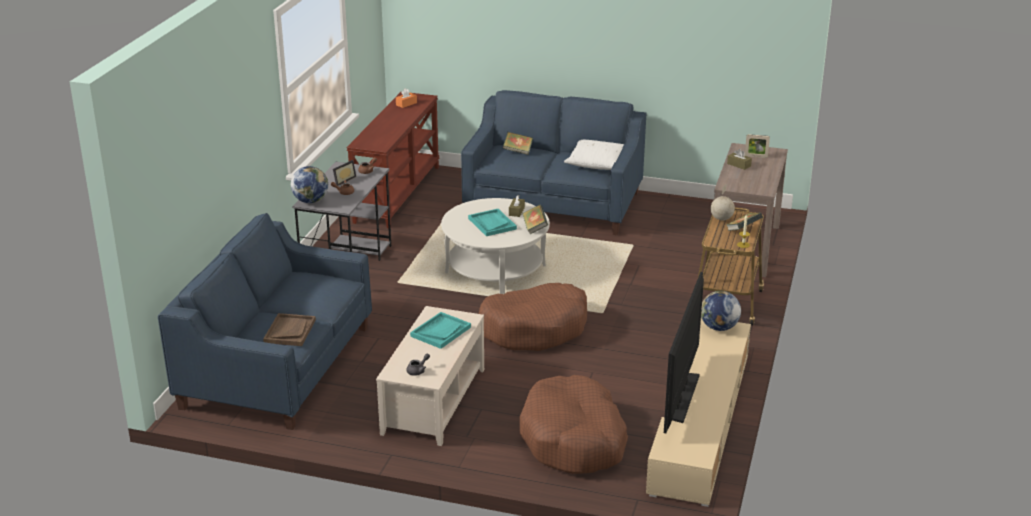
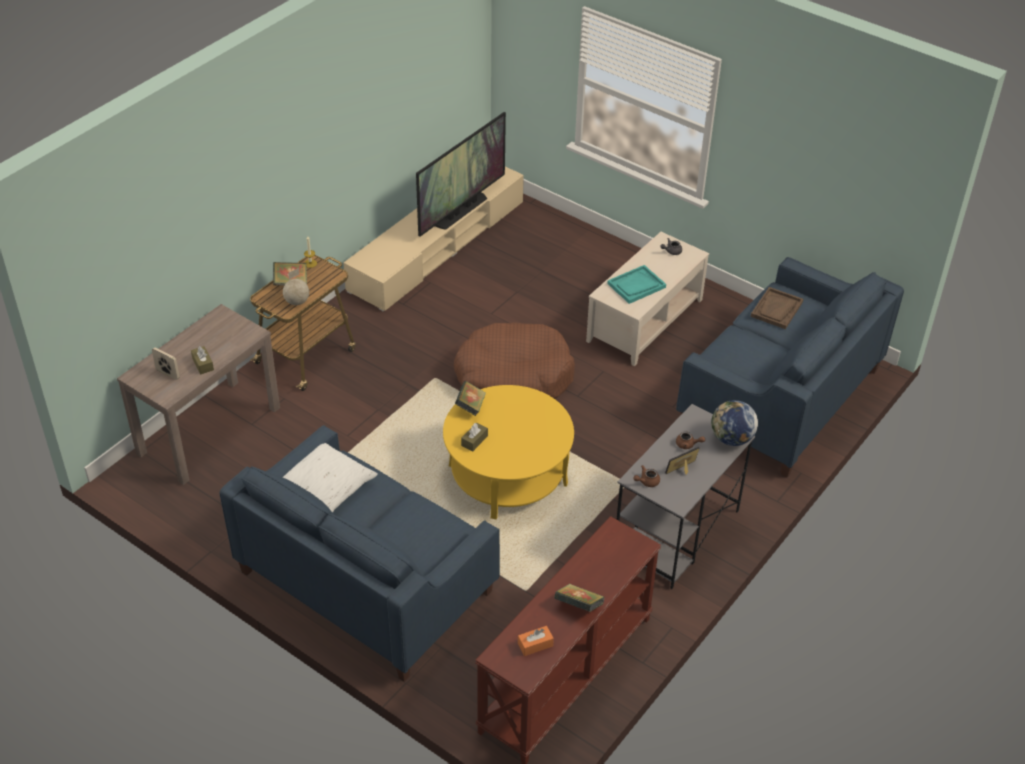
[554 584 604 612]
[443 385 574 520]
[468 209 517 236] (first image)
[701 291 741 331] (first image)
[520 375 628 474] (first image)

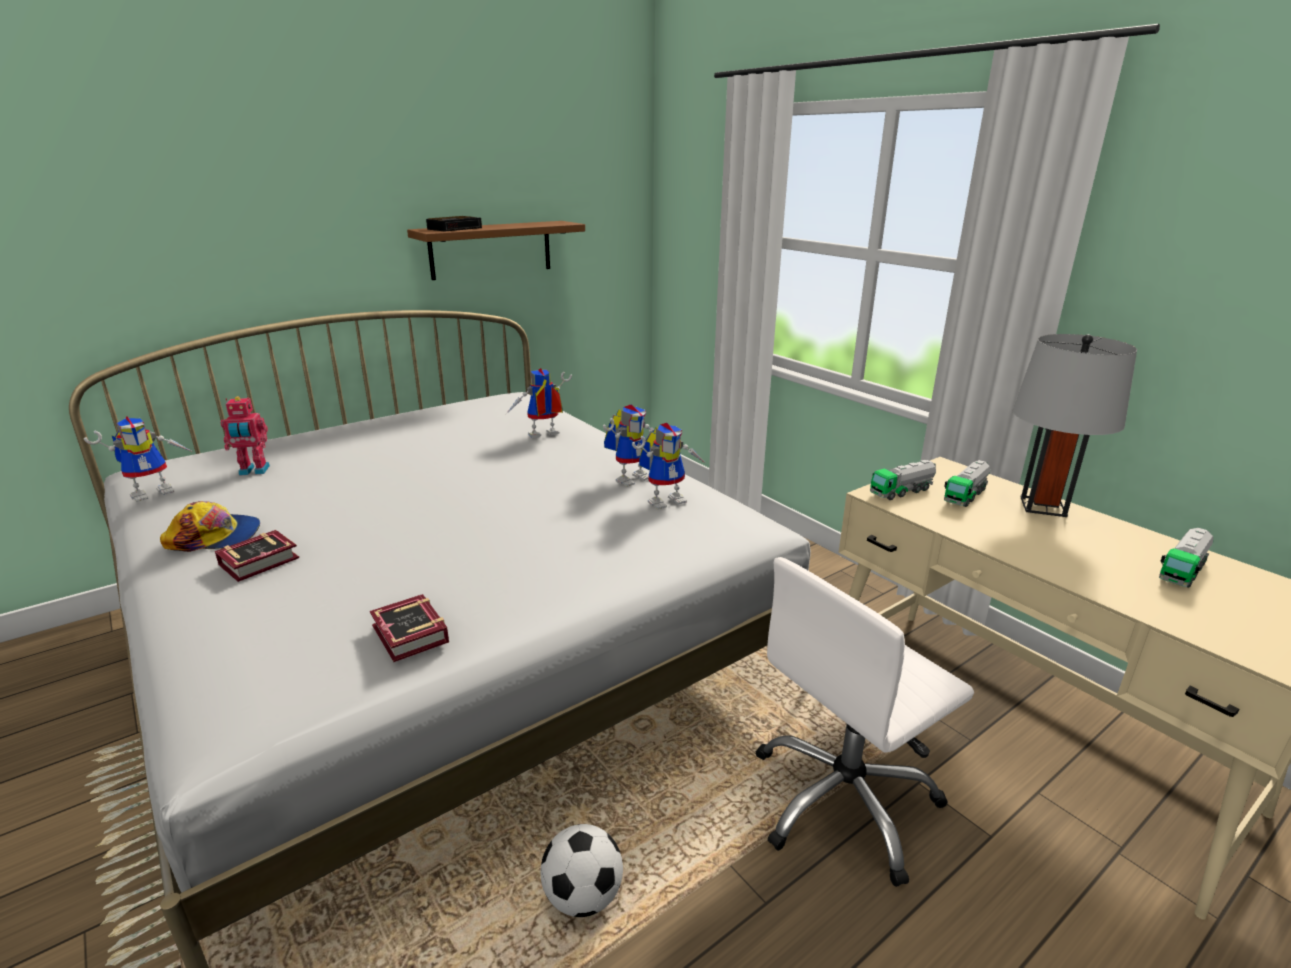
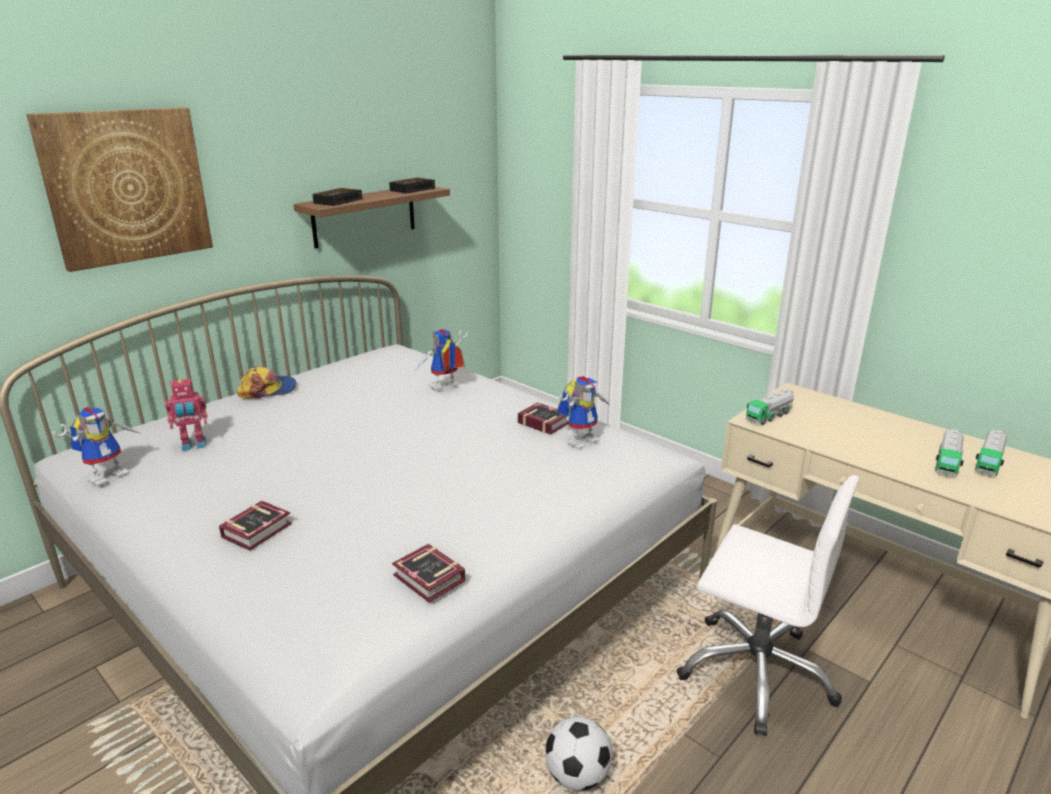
[1012 334 1137 517] (first image)
[518 403 569 435]
[935 429 964 476]
[237 366 296 399]
[676 475 859 736]
[26 108 213 272]
[389 178 435 194]

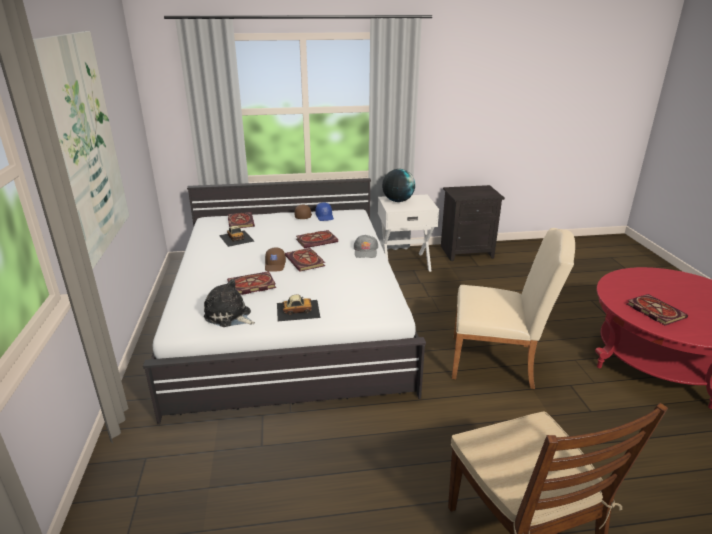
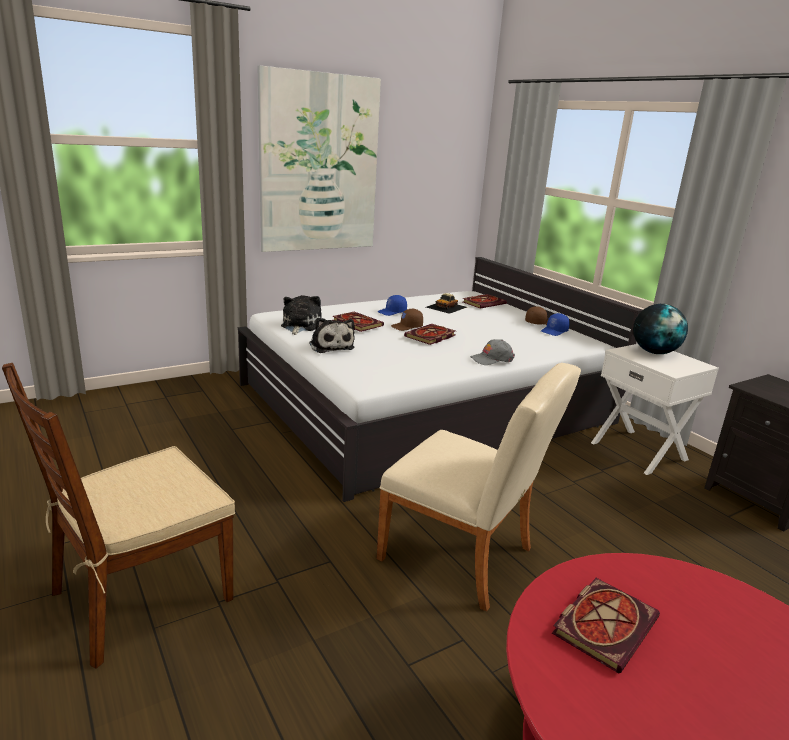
[377 363 581 612]
[296 230 338 248] (first image)
[309 318 355 353]
[377 295 407 316]

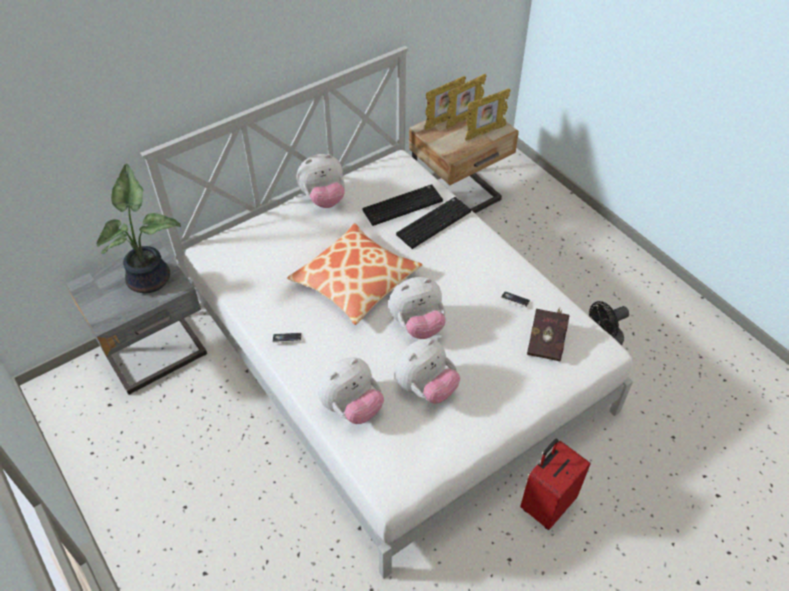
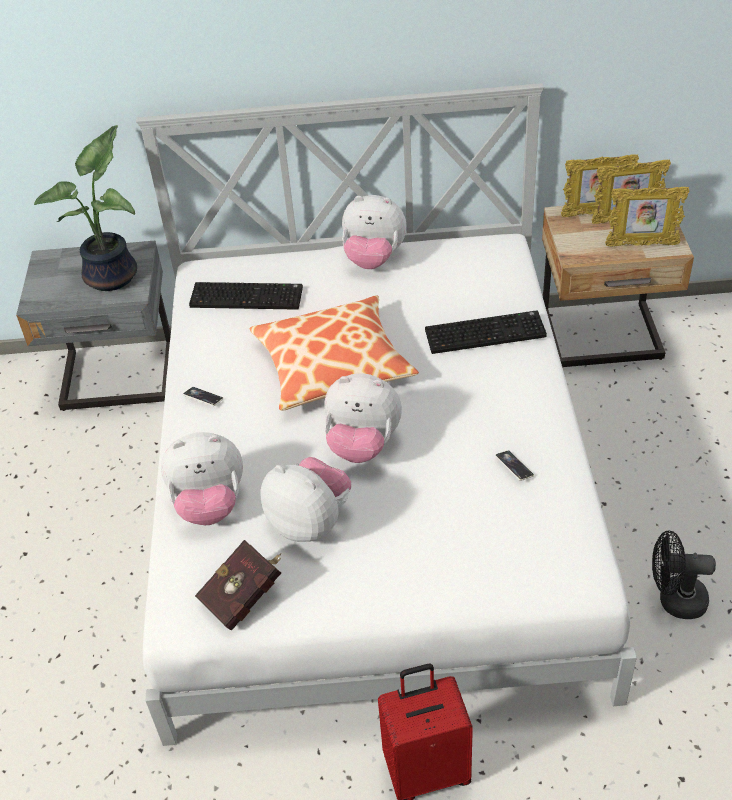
[189 282 303 310]
[195 540 281 631]
[261 457 351 542]

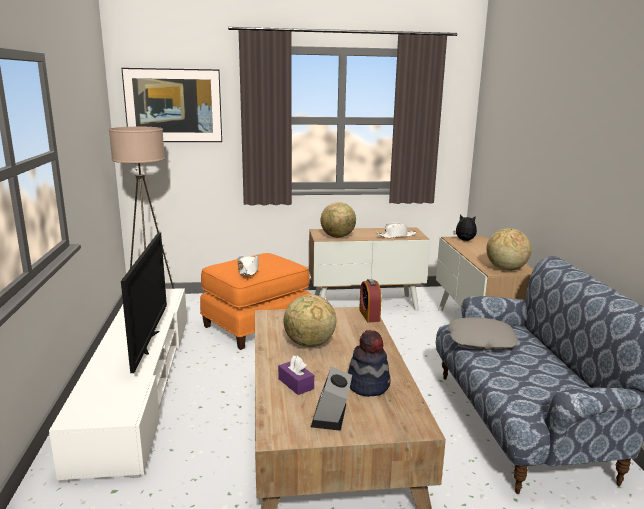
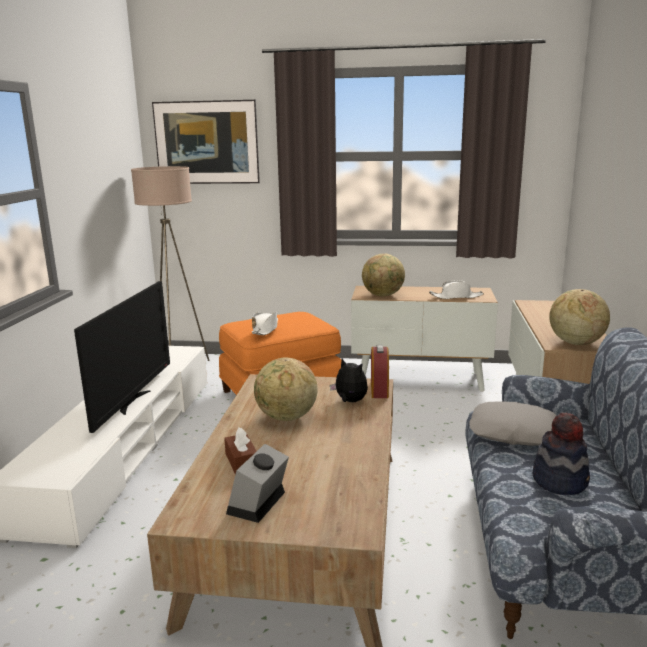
[330 359 368 402]
[533 412 590 495]
[224 427 257 475]

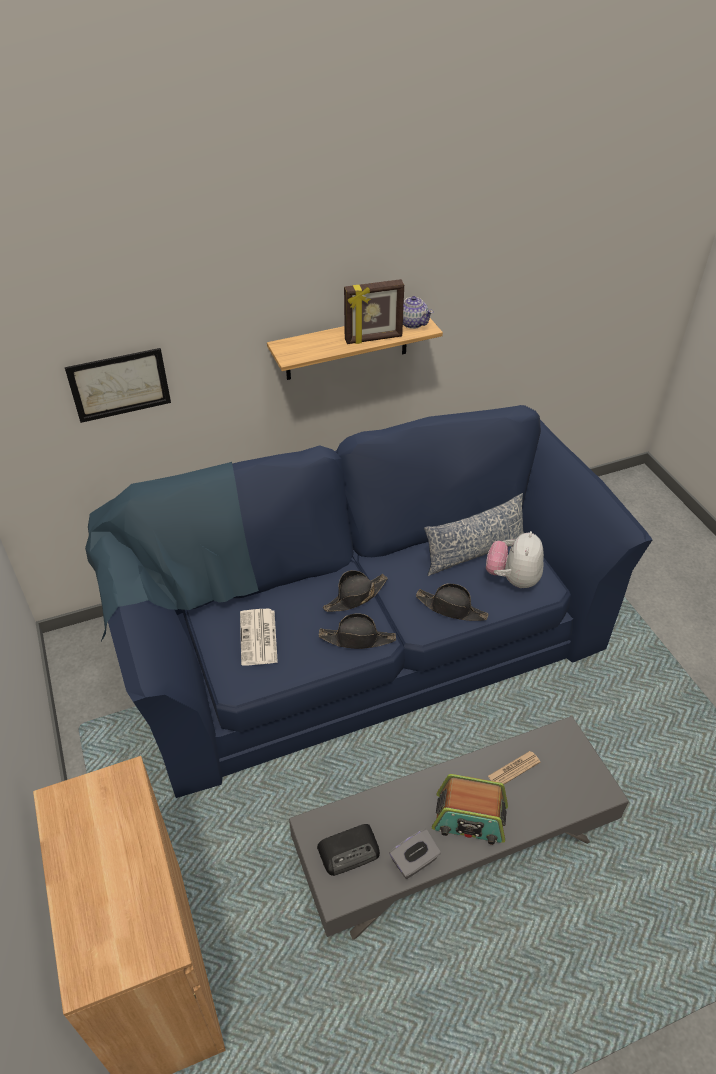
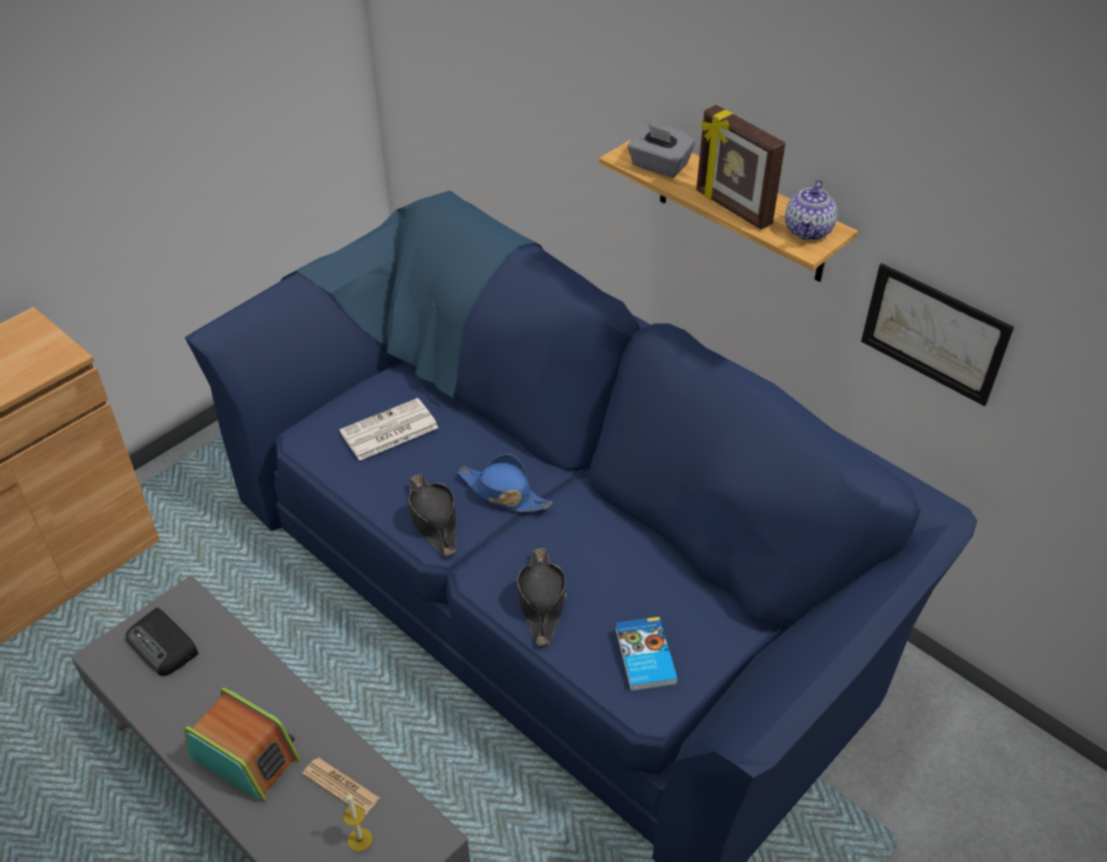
[861 263 1014 406]
[424 493 524 576] (first image)
[615 617 678 691]
[458 454 552 512]
[184 688 301 802]
[627 123 695 178]
[343 794 373 852]

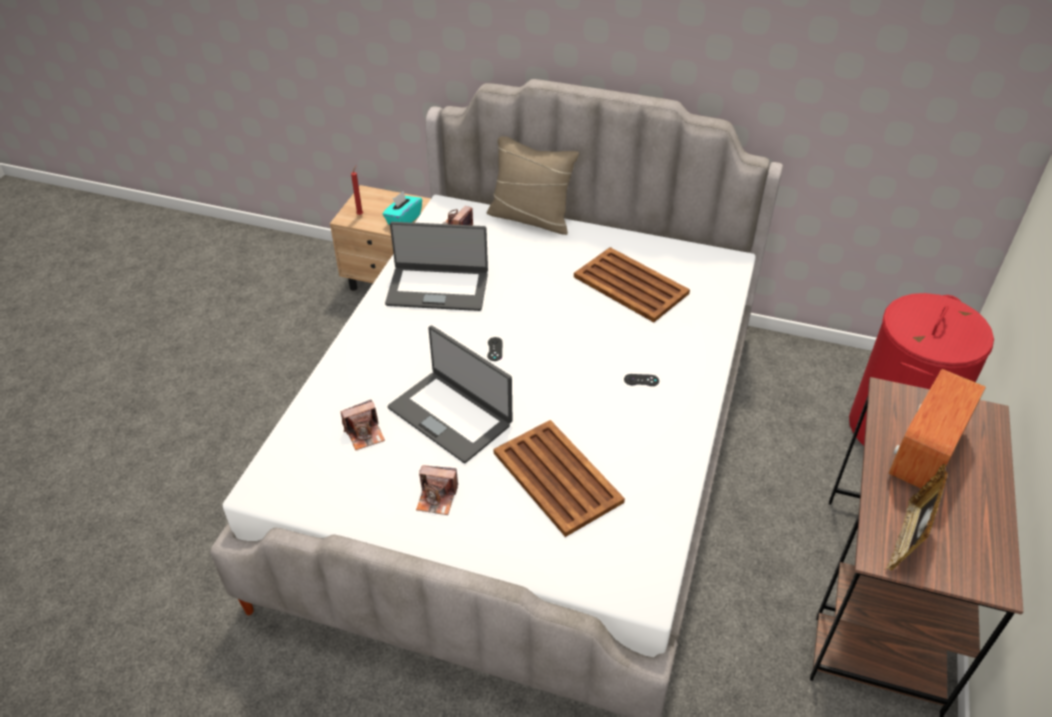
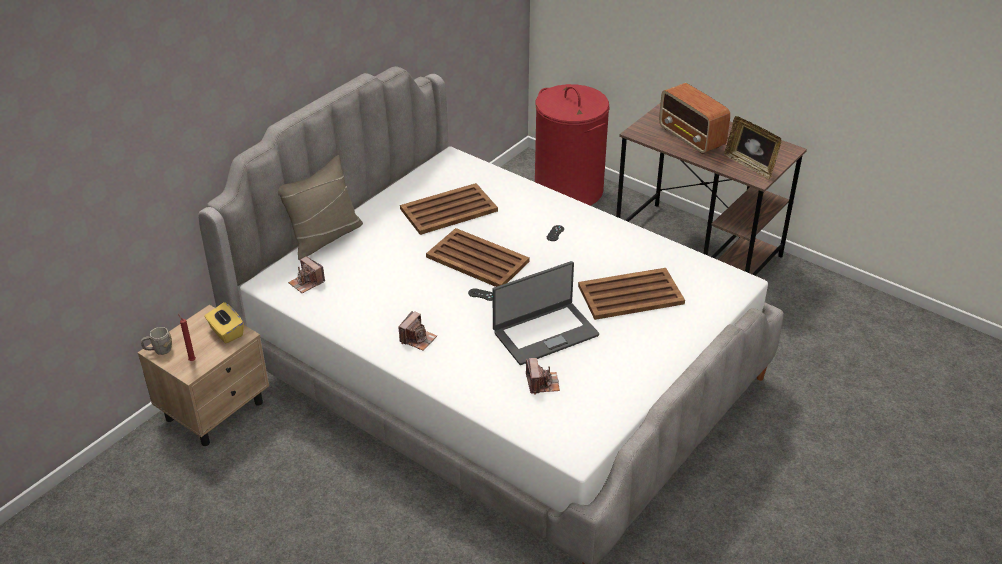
[205 302 244 344]
[385 222 488 311] (first image)
[398 311 437 351]
[426 228 530 287]
[141 327 172 355]

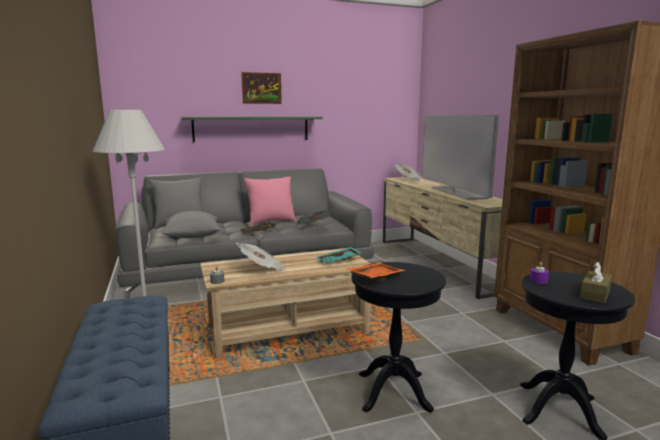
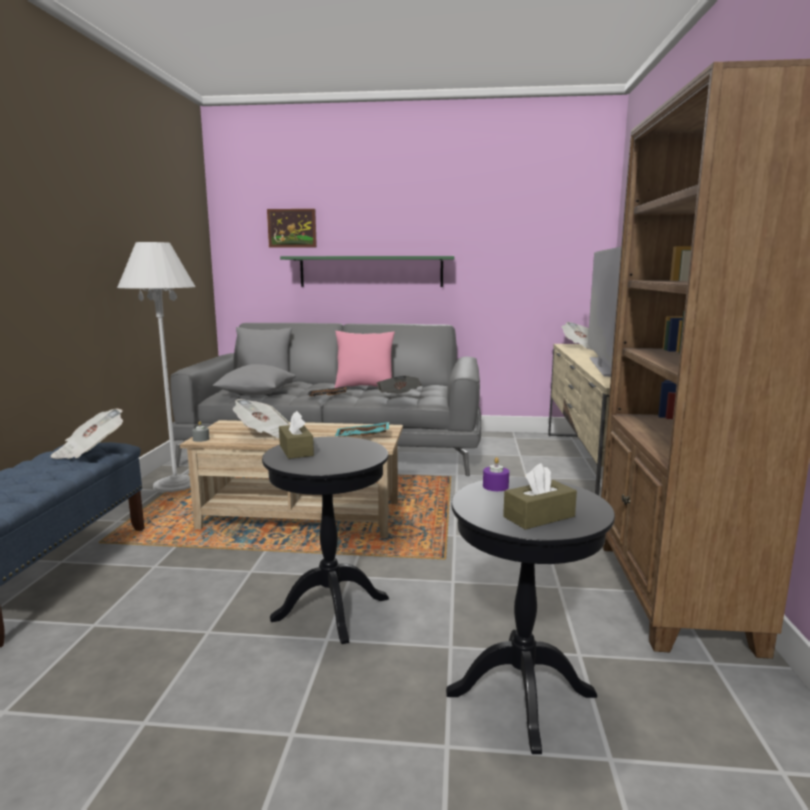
[267 209 317 248]
[279 411 314 459]
[51 409 123 459]

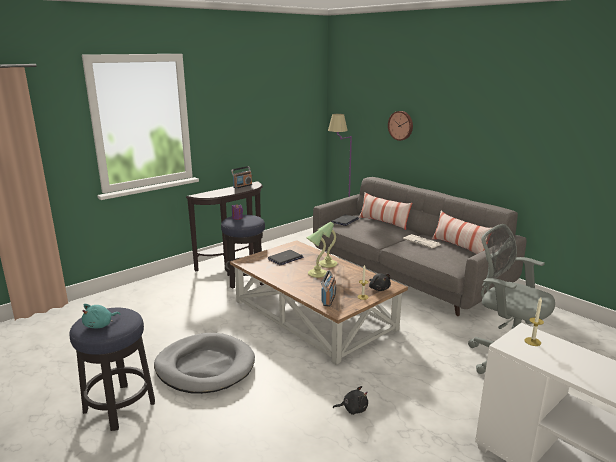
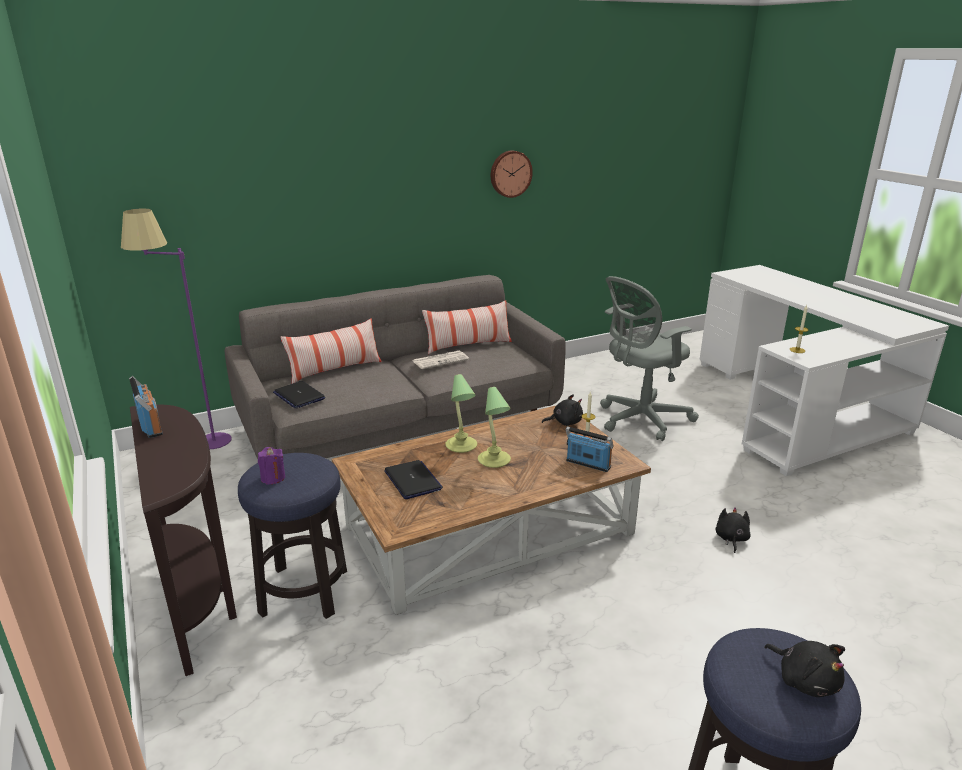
[491 150 533 198]
[764 641 845 697]
[154 333 255 394] (first image)

